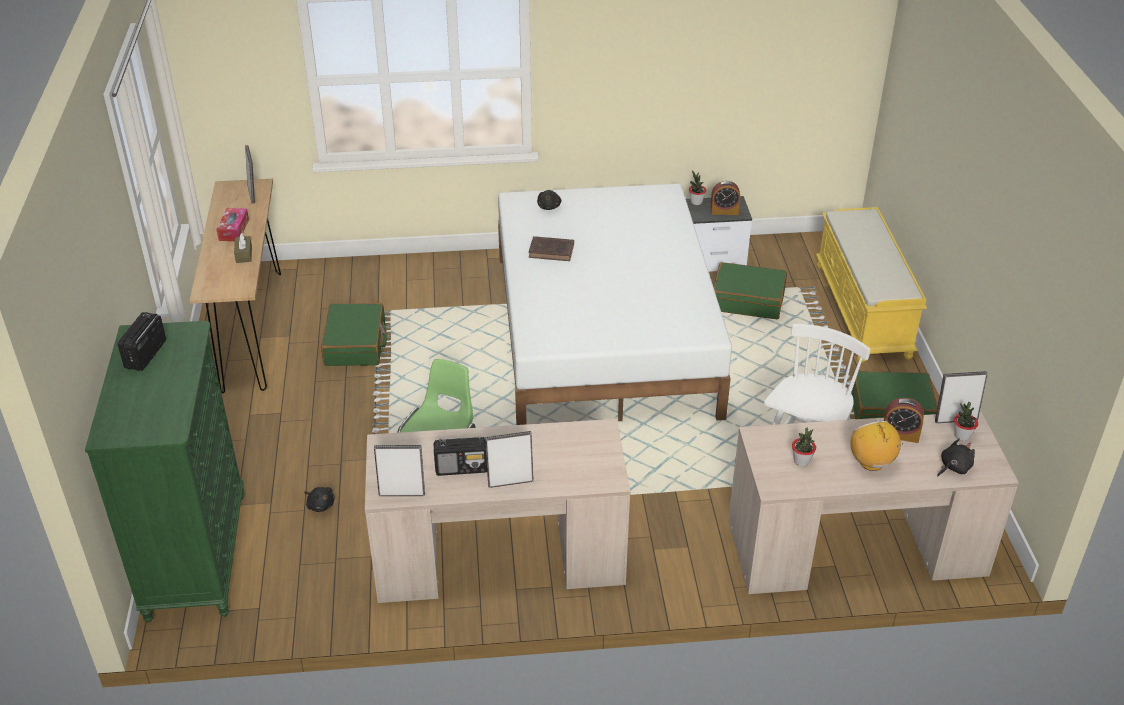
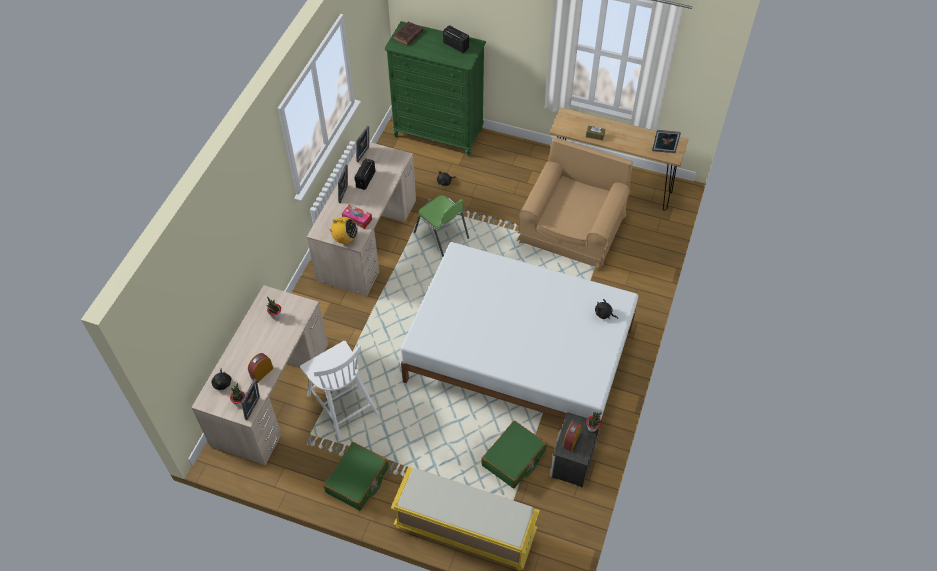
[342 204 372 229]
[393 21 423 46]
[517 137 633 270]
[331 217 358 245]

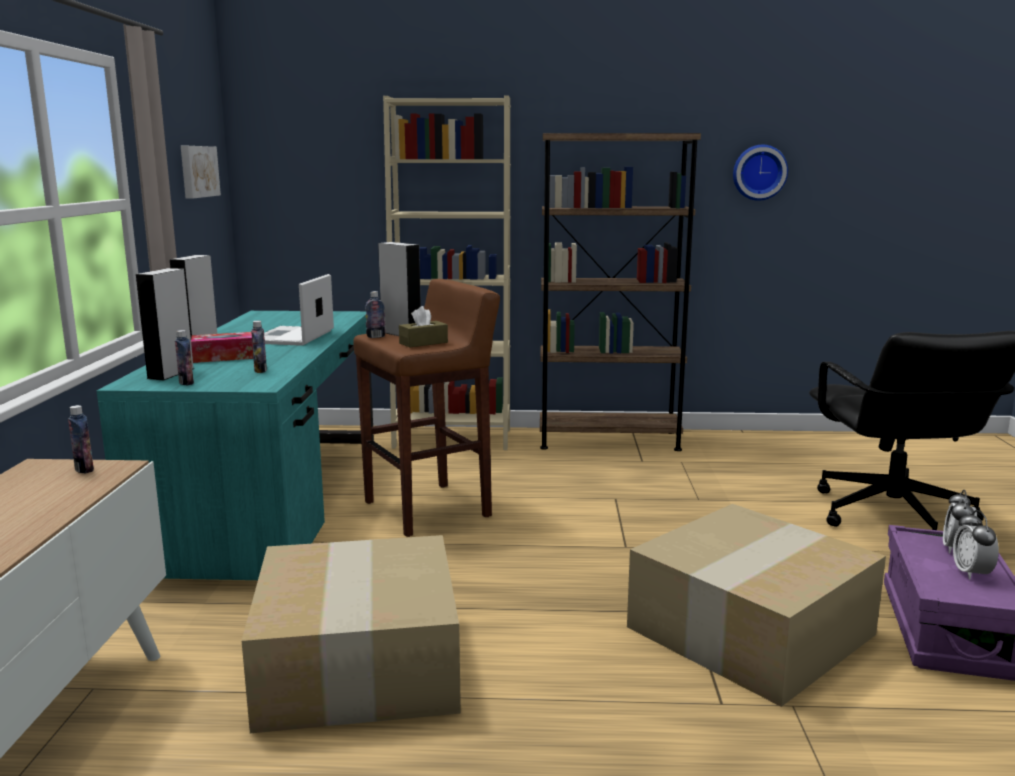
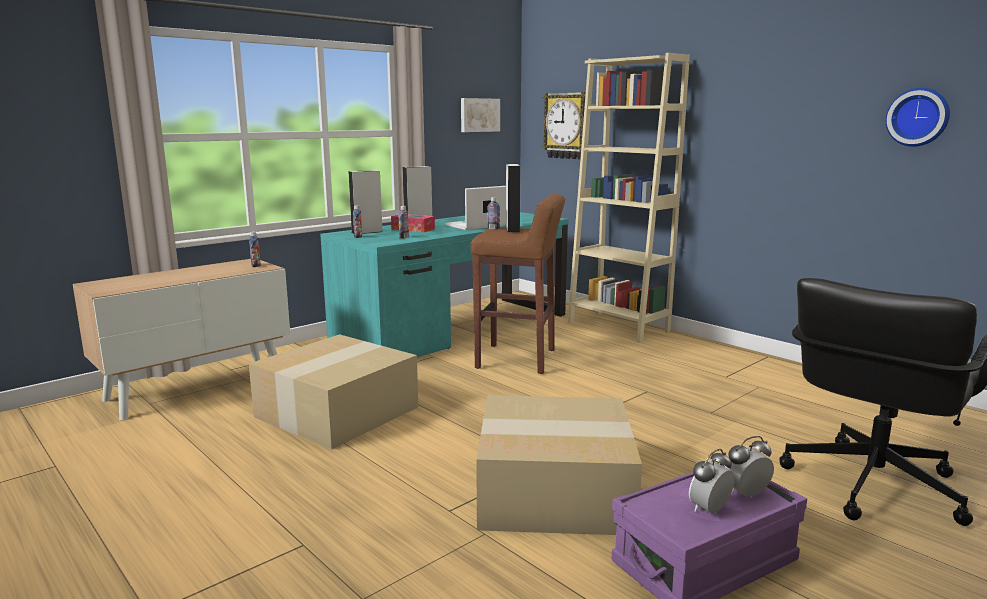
[540 133 701 451] (first image)
[399 306 448 348] (first image)
[542 92 589 160]

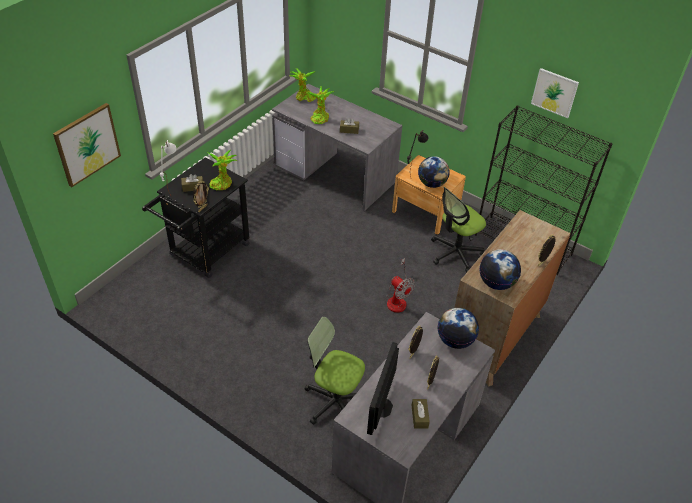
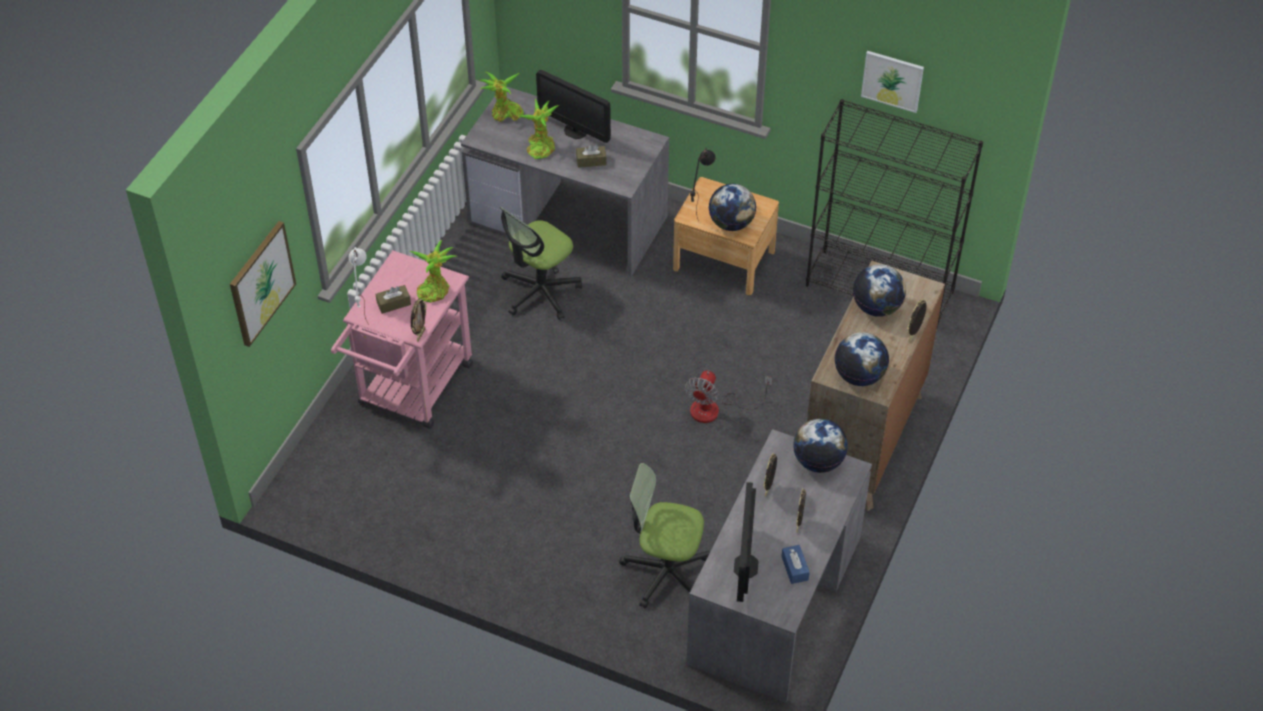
[331 250 473 429]
[500 207 582 320]
[684 370 772 423]
[781 545 810 584]
[536 70 611 143]
[853 264 906 317]

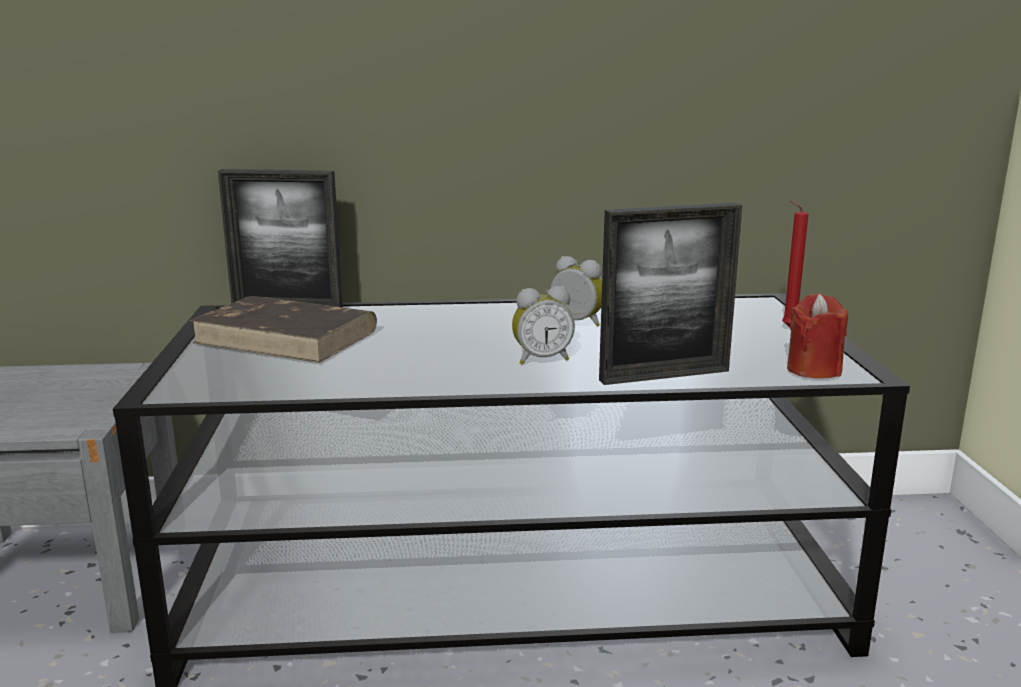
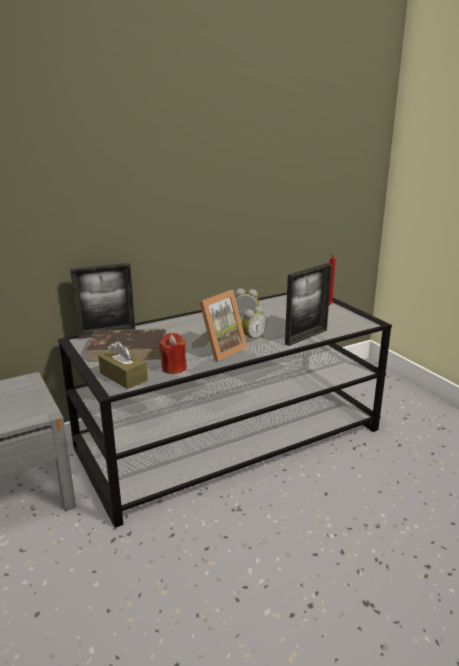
[159 333 187 374]
[191 290 247 361]
[98 341 148 389]

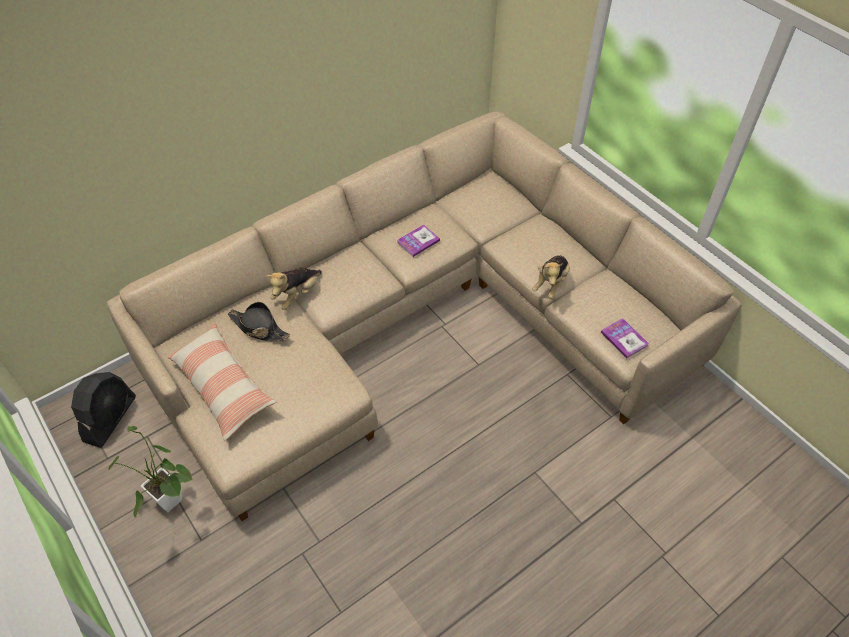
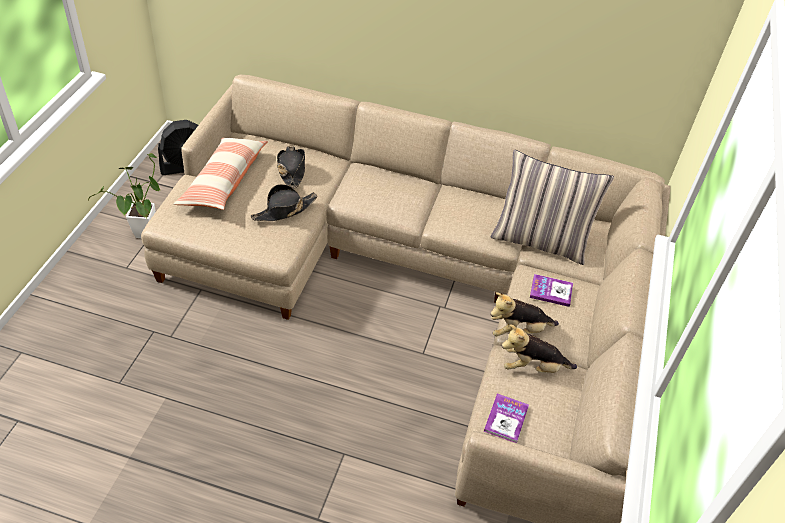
[530 274 573 307]
[502 324 577 373]
[491 150 614 265]
[251 184 317 221]

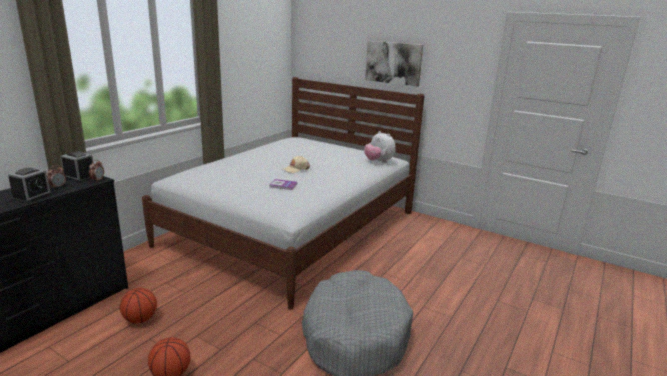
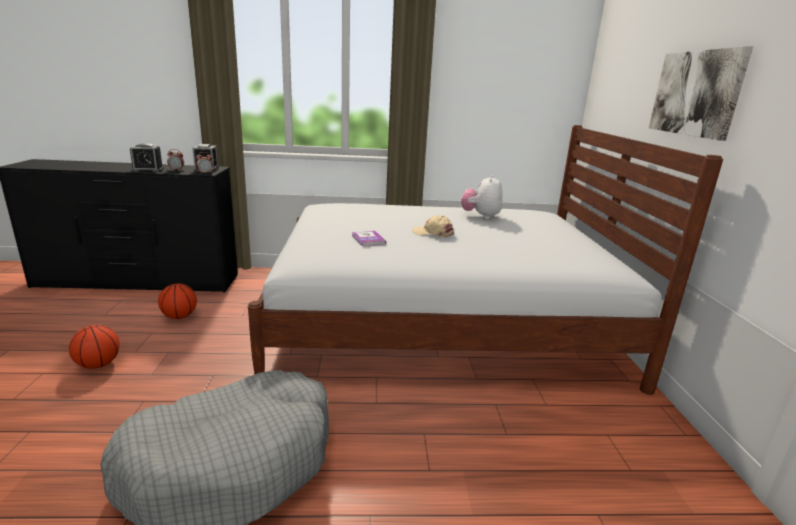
[461 175 503 219]

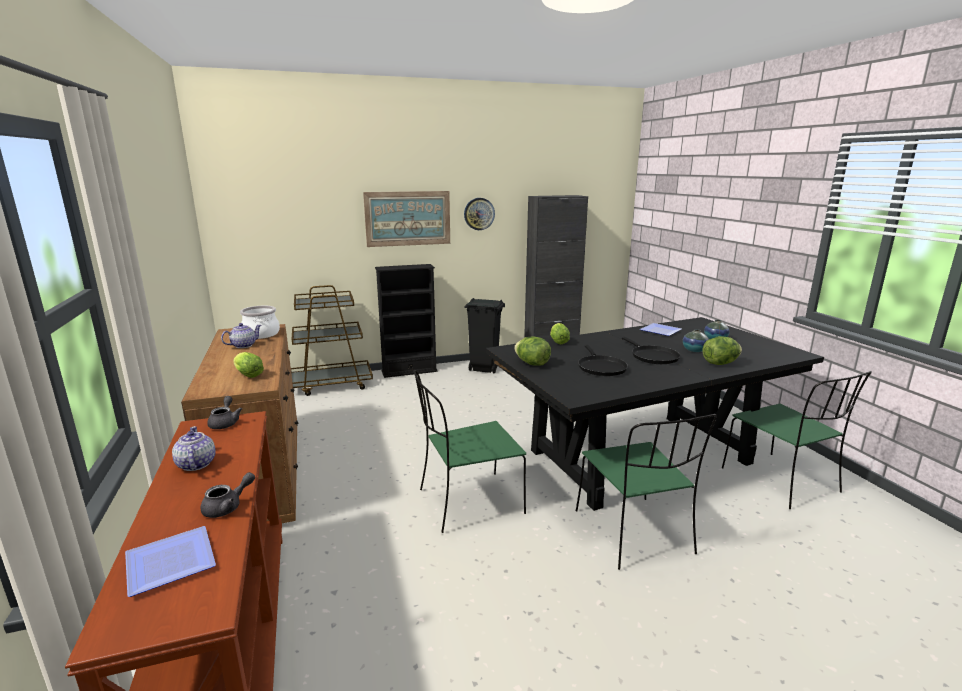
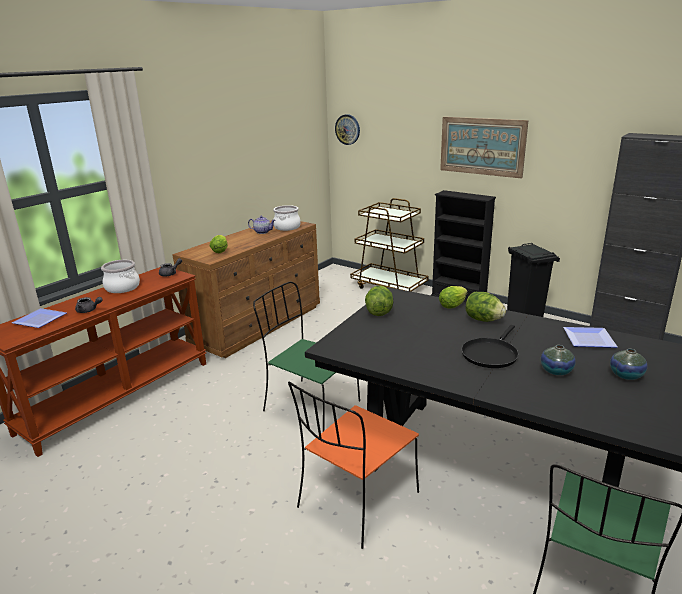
[335 114 360 145]
[466 292 506 322]
[578 345 628 376] (first image)
[288 382 419 549]
[101 260 140 293]

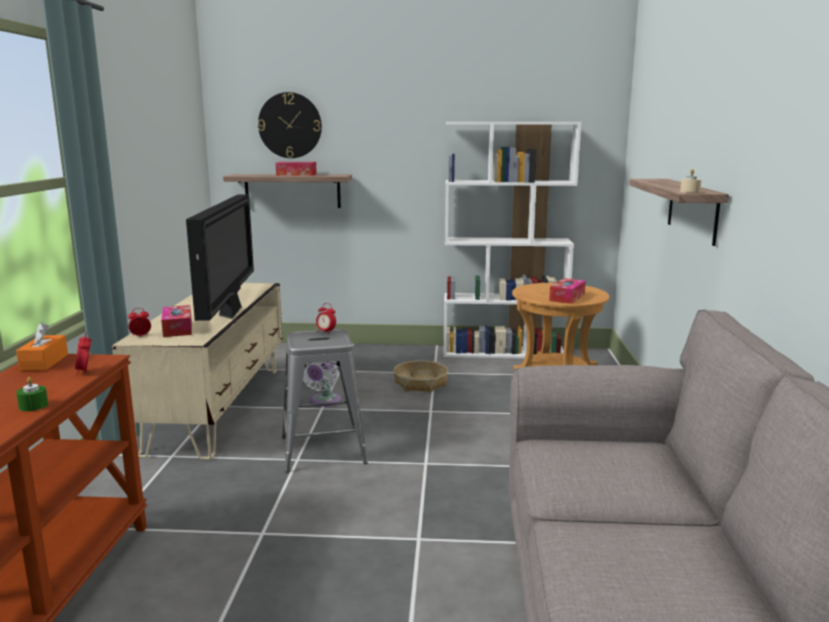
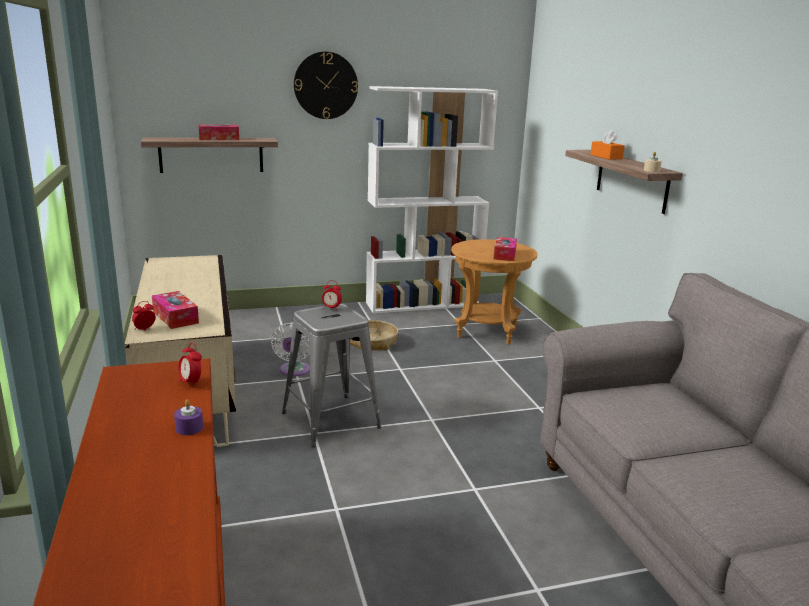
[294 52 358 119]
[186 195 254 321] (first image)
[590 130 625 160]
[174 400 203 435]

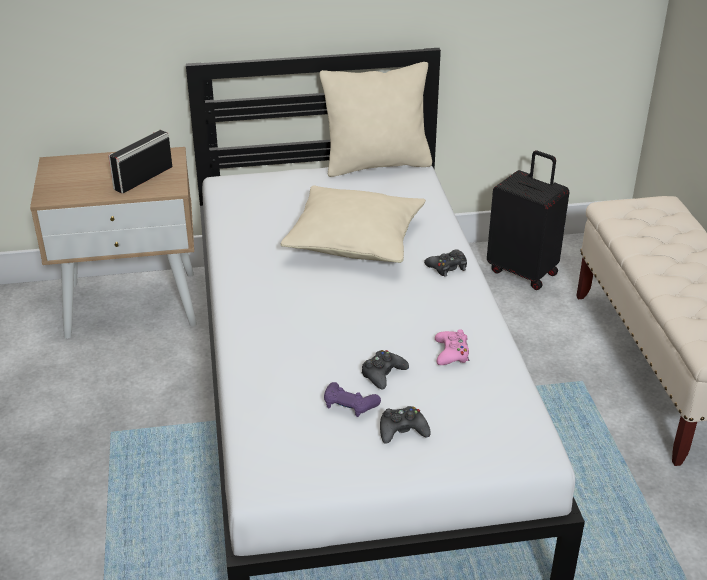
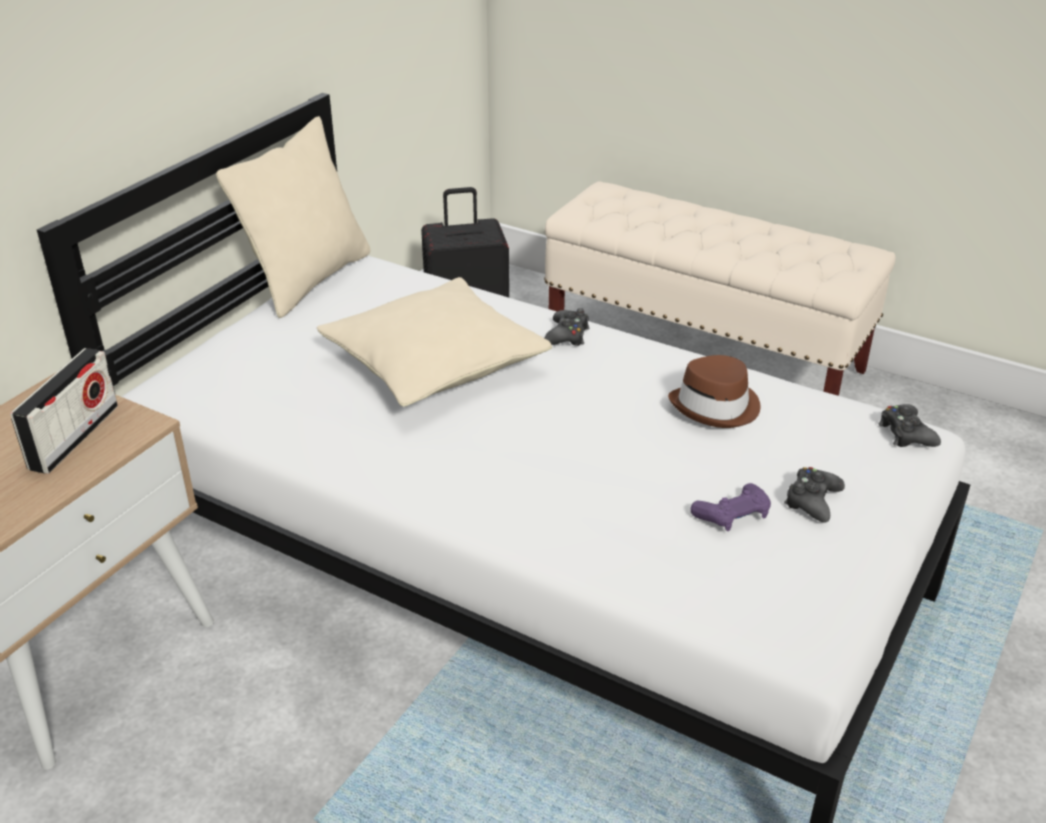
[10 348 118 474]
[668 355 760 428]
[878 404 941 447]

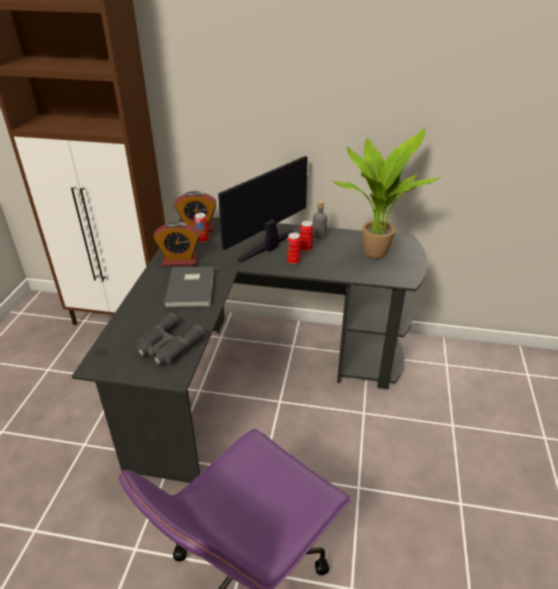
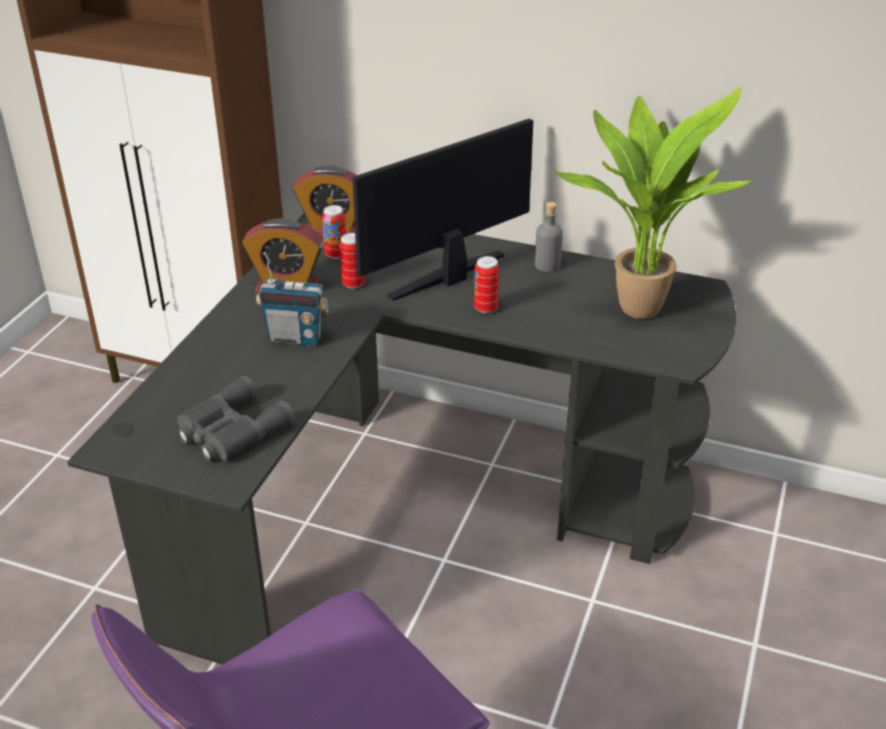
[339 233 365 289]
[256 252 329 346]

